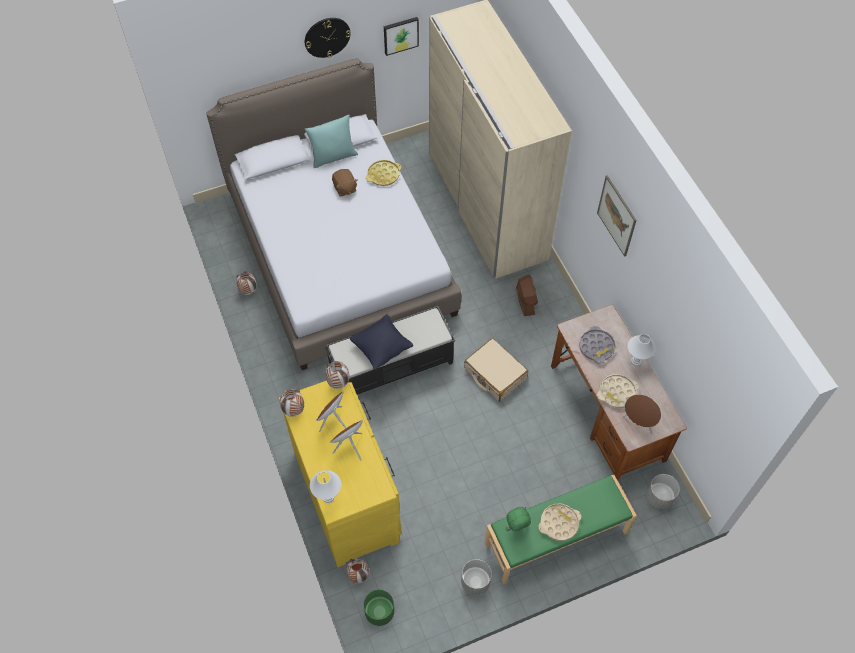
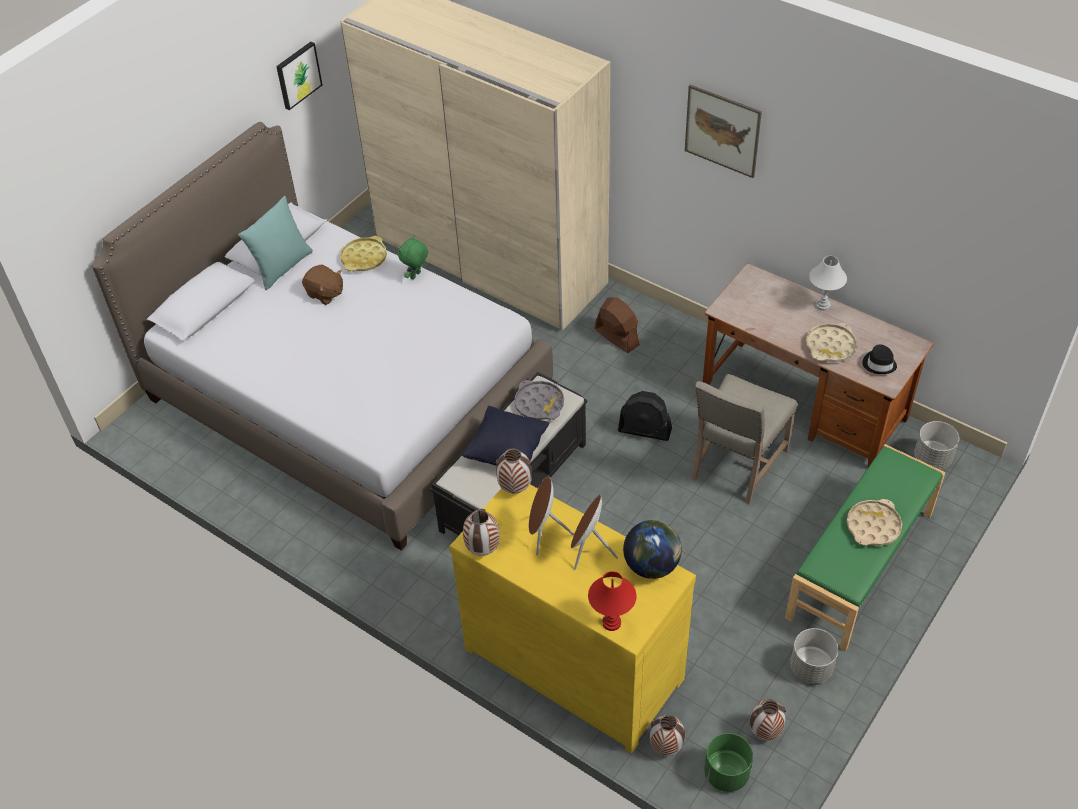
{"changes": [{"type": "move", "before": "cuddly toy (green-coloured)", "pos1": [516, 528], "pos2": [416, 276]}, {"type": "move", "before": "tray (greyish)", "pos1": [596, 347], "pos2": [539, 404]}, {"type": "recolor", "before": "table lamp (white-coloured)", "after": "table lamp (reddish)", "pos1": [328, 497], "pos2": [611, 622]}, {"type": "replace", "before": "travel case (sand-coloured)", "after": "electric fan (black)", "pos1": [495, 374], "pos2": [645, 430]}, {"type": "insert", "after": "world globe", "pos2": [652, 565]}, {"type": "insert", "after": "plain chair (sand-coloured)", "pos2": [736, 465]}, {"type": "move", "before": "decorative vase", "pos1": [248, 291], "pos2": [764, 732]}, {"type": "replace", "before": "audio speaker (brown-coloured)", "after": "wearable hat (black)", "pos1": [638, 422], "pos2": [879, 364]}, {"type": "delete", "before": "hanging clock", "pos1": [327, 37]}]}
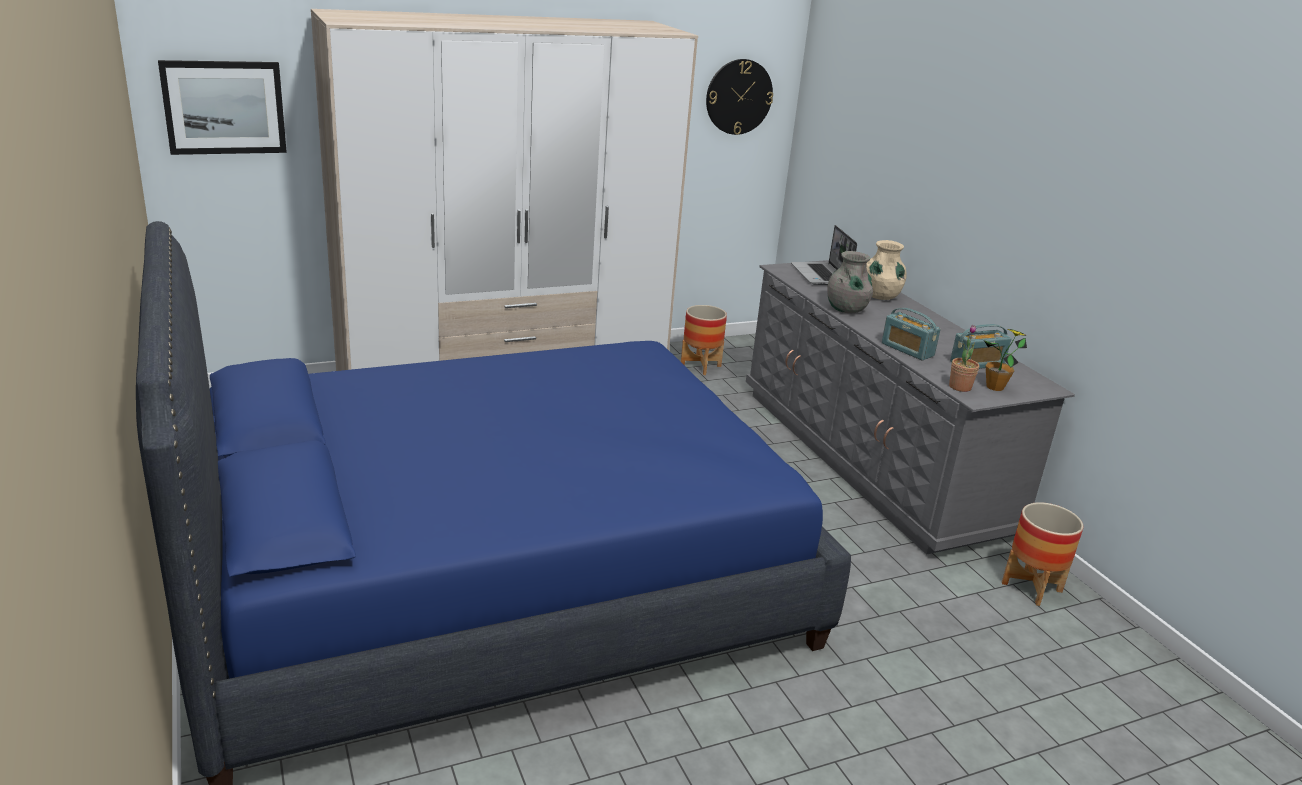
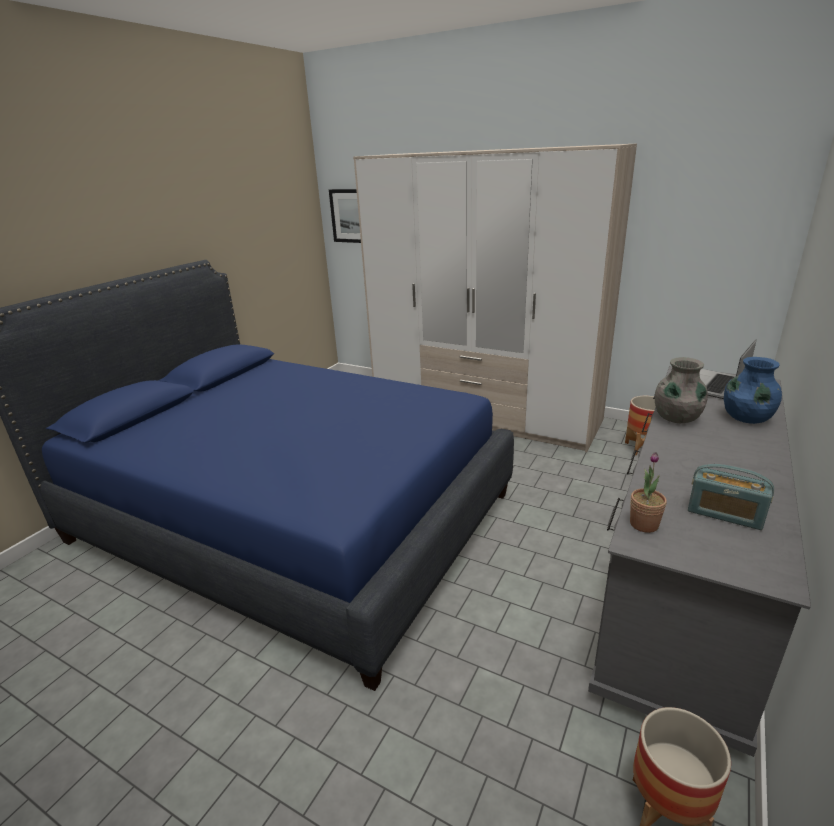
{"changes": [{"type": "recolor", "before": "decorative vase (sand-coloured)", "after": "decorative vase (bluish)", "pos1": [880, 296], "pos2": [746, 418]}, {"type": "delete", "before": "hanging clock", "pos1": [739, 97]}, {"type": "delete", "before": "radio receiver", "pos1": [907, 350]}, {"type": "delete", "before": "potted plant", "pos1": [995, 387]}]}
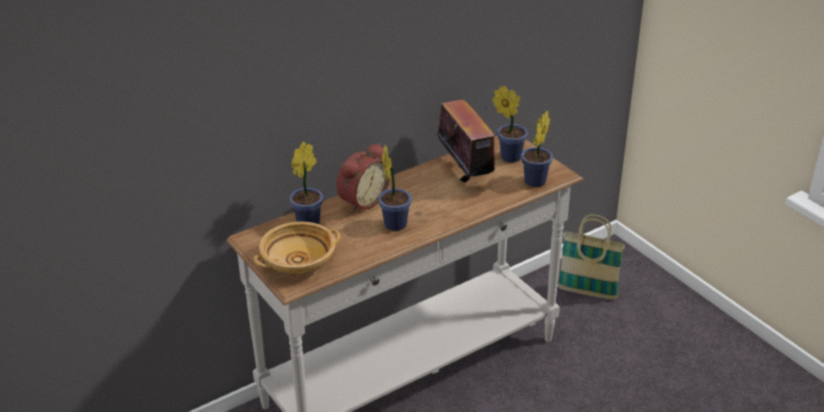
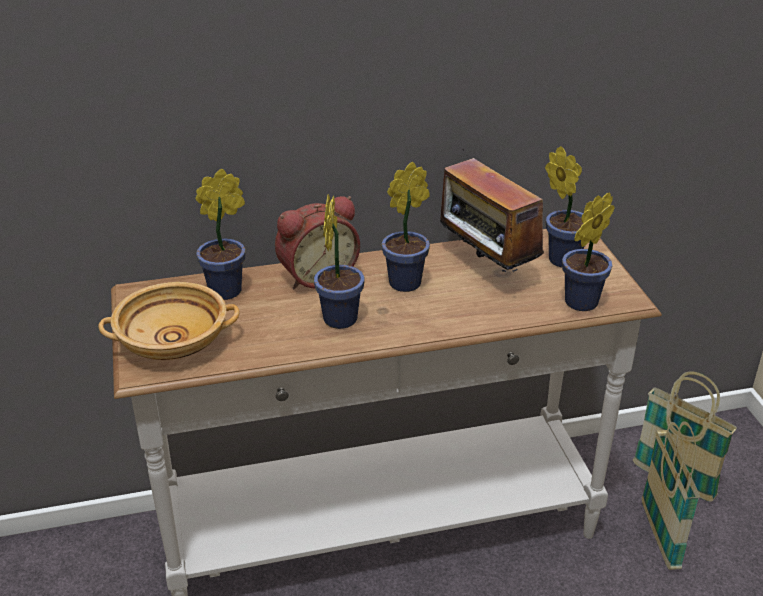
{"changes": [{"type": "insert", "after": "potted plant", "pos2": [408, 281]}, {"type": "rotate", "before": "radio receiver", "pos1": [466, 173], "pos2": [485, 268], "turn": 150}, {"type": "insert", "after": "storage basket", "pos2": [659, 535]}]}
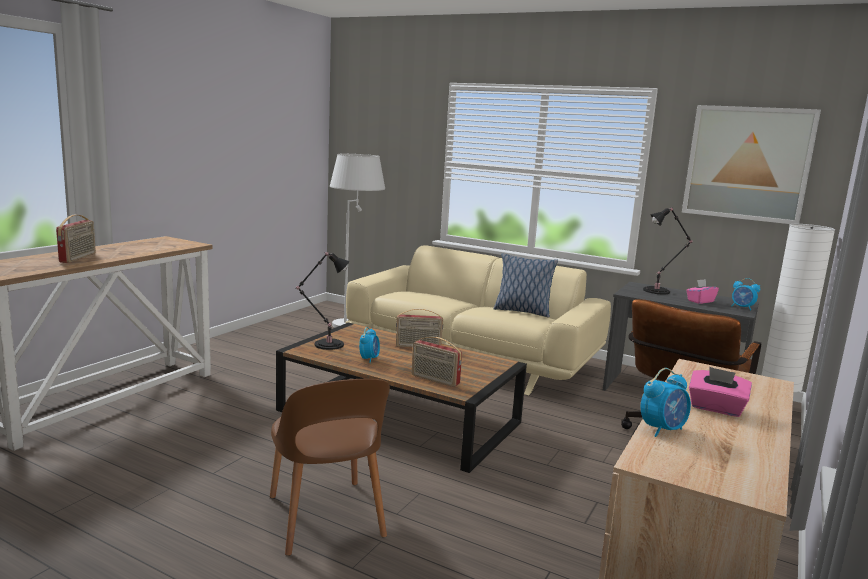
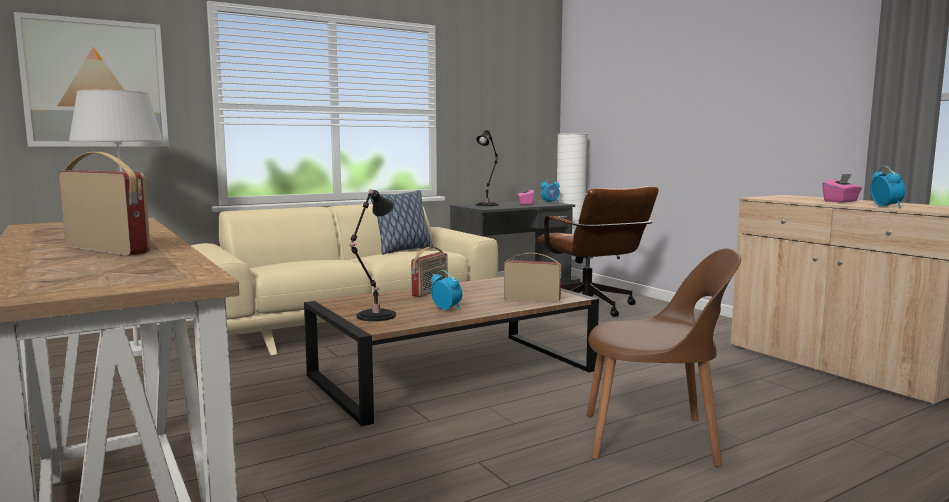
{"changes": [{"type": "move", "before": "wall art", "pos1": [747, 163], "pos2": [95, 84]}, {"type": "rotate", "before": "radio receiver", "pos1": [434, 380], "pos2": [532, 299], "turn": -135}]}
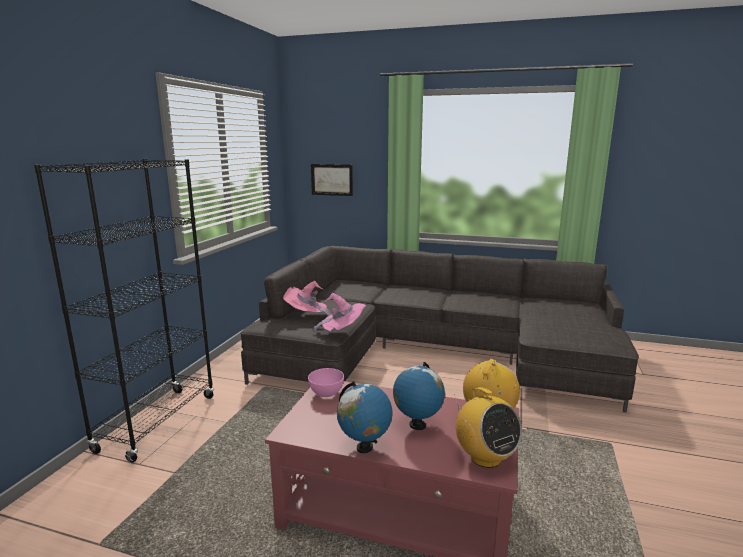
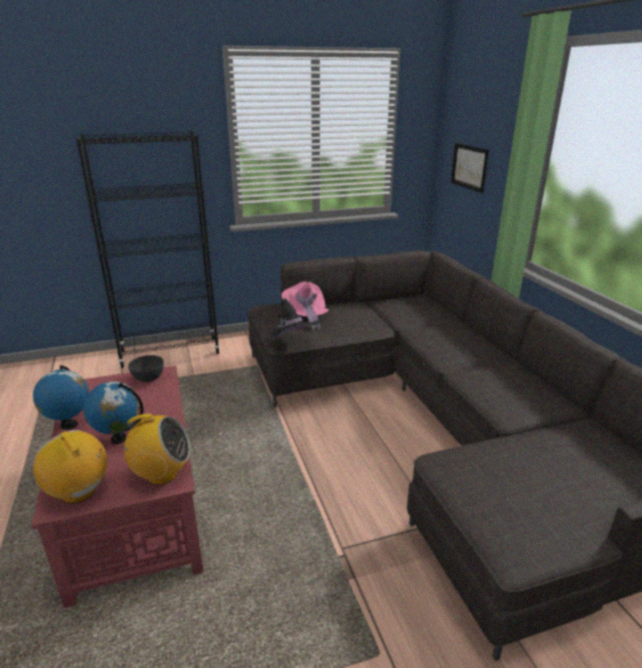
{"changes": [{"type": "rotate", "before": "radio receiver", "pos1": [485, 457], "pos2": [79, 492], "turn": 105}, {"type": "recolor", "before": "bowl (pink)", "after": "bowl (greyish)", "pos1": [326, 393], "pos2": [148, 379]}, {"type": "recolor", "before": "wearable hat (pink)", "after": "wearable hat (black)", "pos1": [343, 332], "pos2": [292, 344]}]}
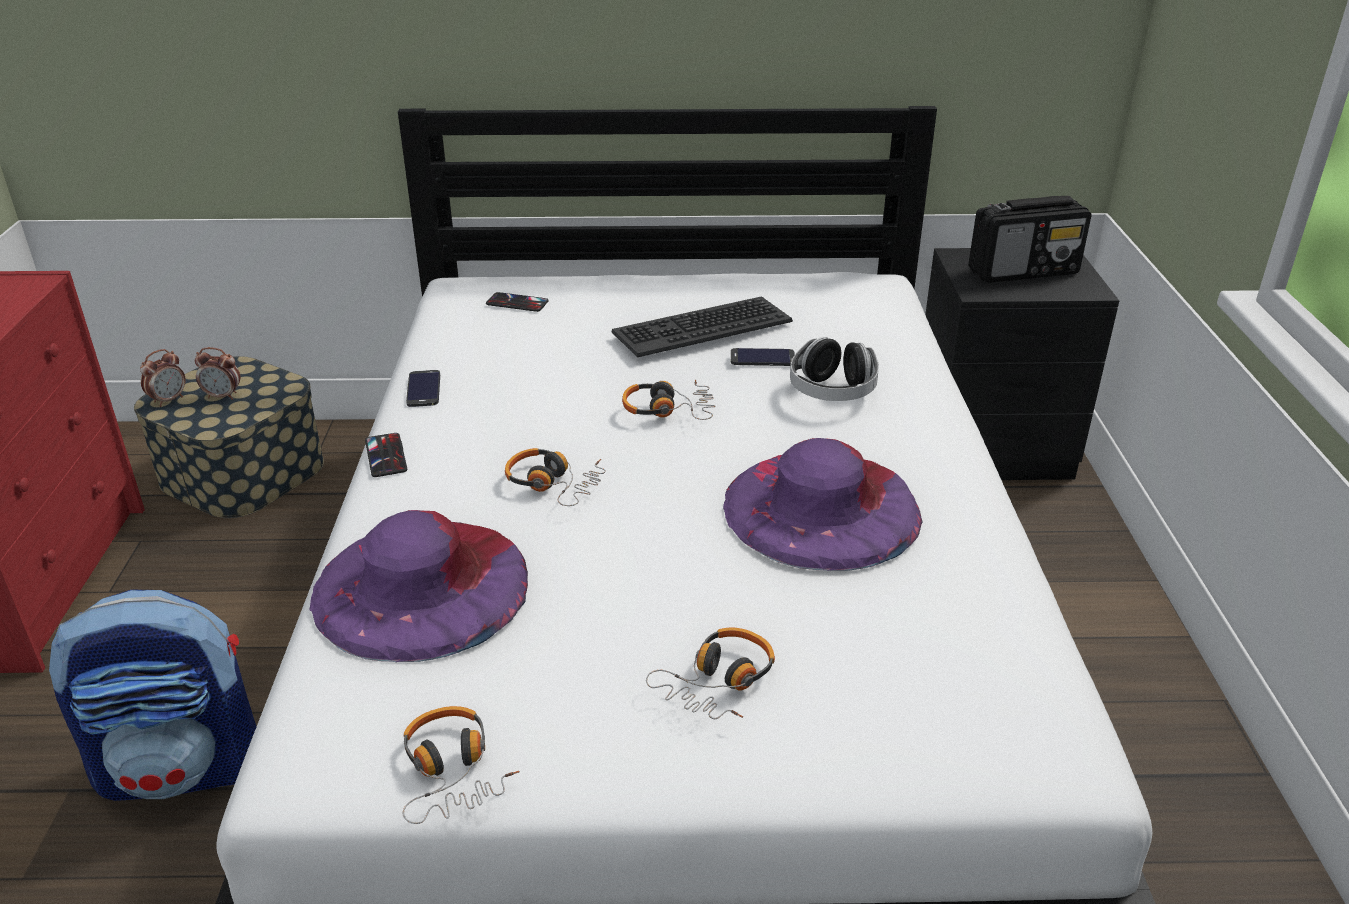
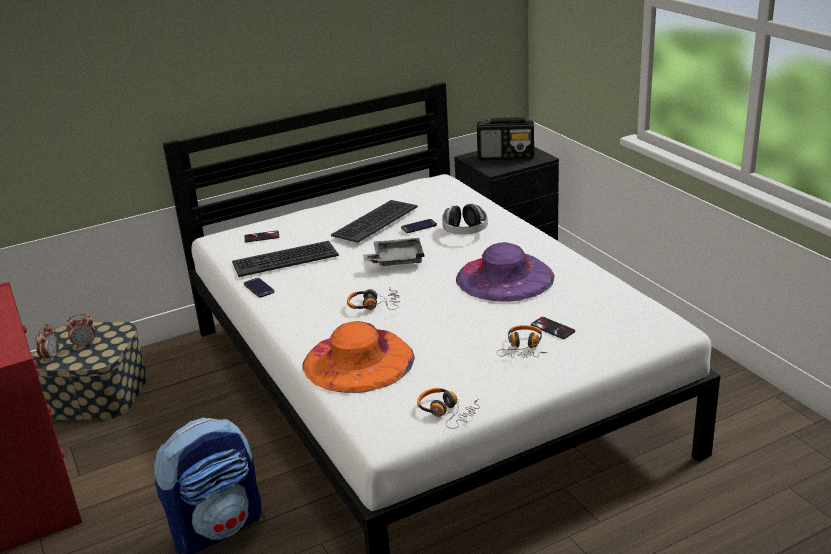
{"changes": [{"type": "insert", "after": "keyboard", "pos2": [285, 259]}, {"type": "recolor", "before": "wearable hat (purple)", "after": "wearable hat (orange-coloured)", "pos1": [421, 586], "pos2": [358, 360]}, {"type": "replace", "before": "pair of headphones", "after": "tray (greyish)", "pos1": [668, 409], "pos2": [396, 260]}, {"type": "rotate", "before": "radio receiver", "pos1": [1024, 271], "pos2": [506, 156], "turn": 45}, {"type": "move", "before": "handset", "pos1": [386, 455], "pos2": [552, 328]}]}
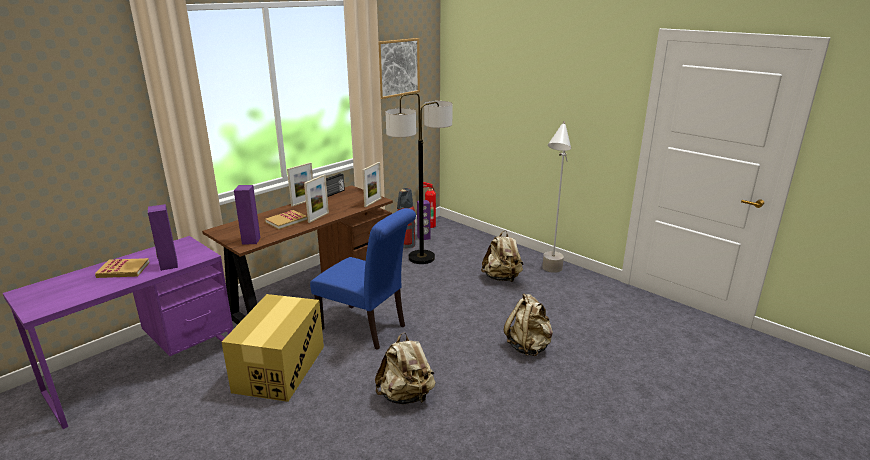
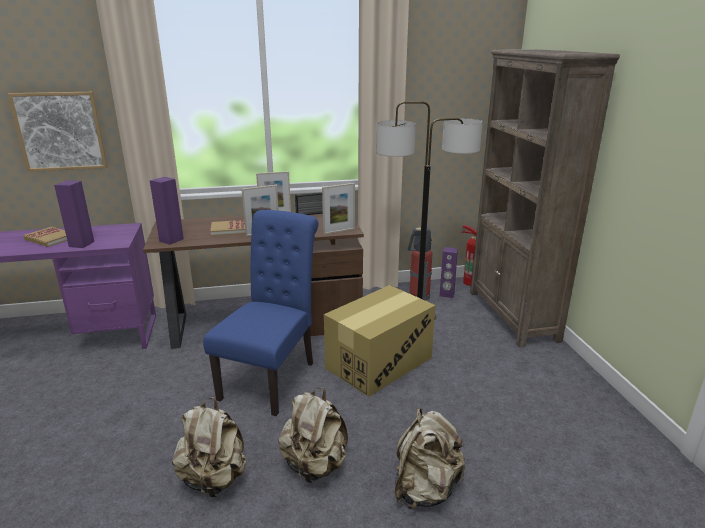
{"changes": [{"type": "move", "before": "wall art", "pos1": [397, 68], "pos2": [60, 131]}, {"type": "rotate", "before": "plain chair (bluish)", "pos1": [367, 328], "pos2": [272, 377], "turn": -135}, {"type": "move", "before": "backpack (sand-coloured)", "pos1": [502, 278], "pos2": [315, 465]}, {"type": "move", "before": "packing box", "pos1": [280, 368], "pos2": [379, 362]}, {"type": "insert", "after": "bookcase (brown-coloured)", "pos2": [512, 315]}, {"type": "delete", "before": "standard lamp (greyish)", "pos1": [550, 275]}]}
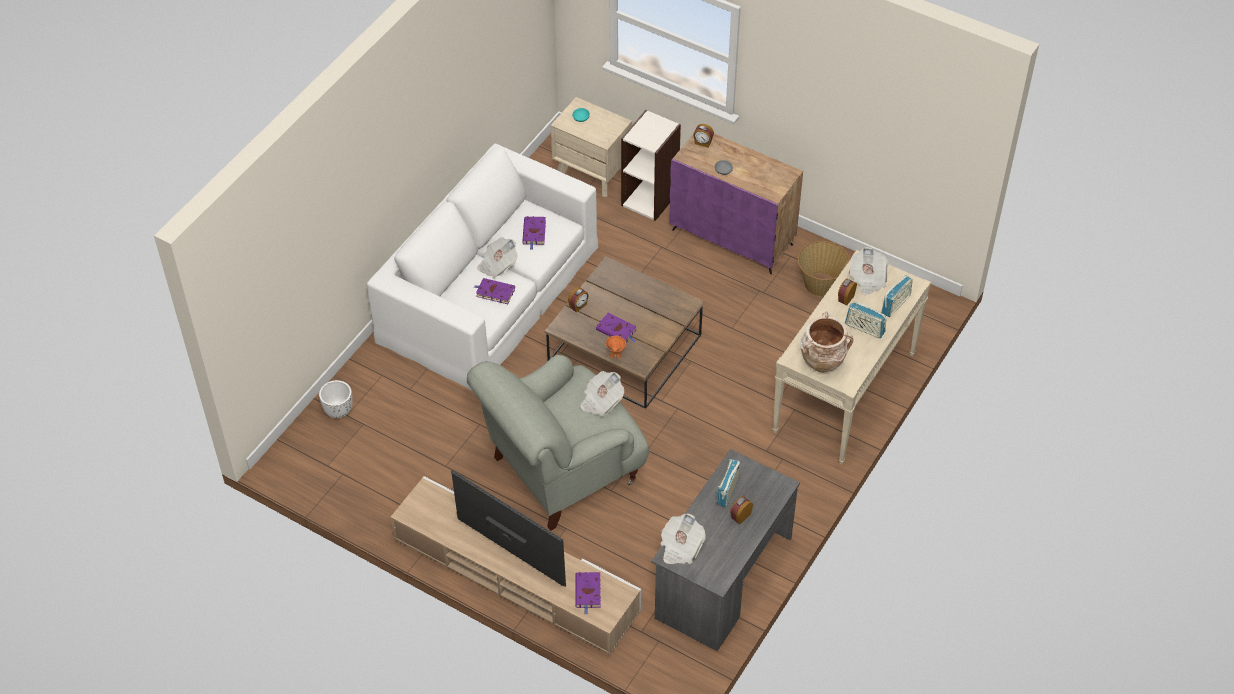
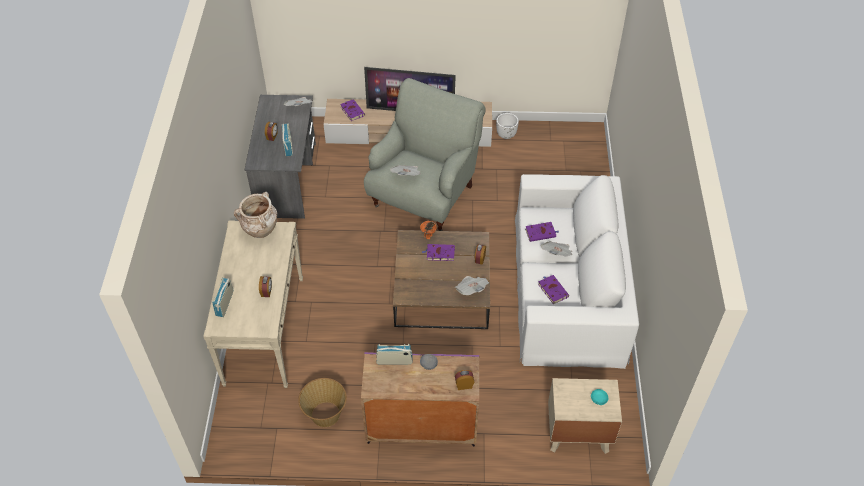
{"changes": [{"type": "move", "before": "radio receiver", "pos1": [864, 328], "pos2": [394, 360]}, {"type": "move", "before": "newspaper", "pos1": [867, 279], "pos2": [471, 290]}, {"type": "move", "before": "planter (white-coloured)", "pos1": [338, 411], "pos2": [506, 135]}, {"type": "delete", "before": "bookcase", "pos1": [650, 198]}]}
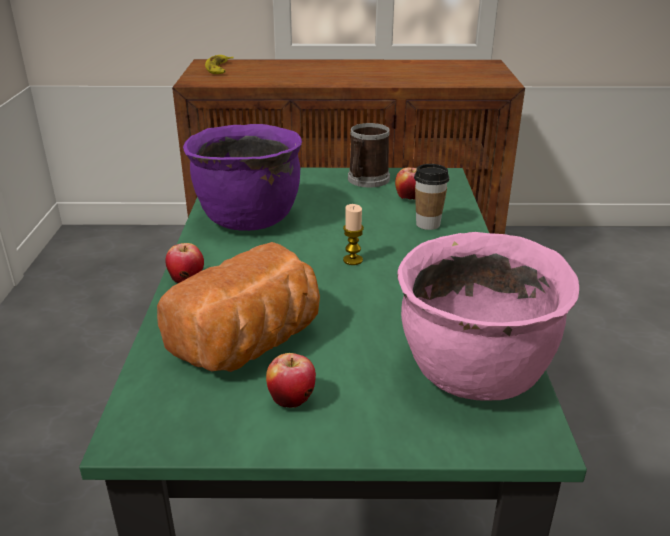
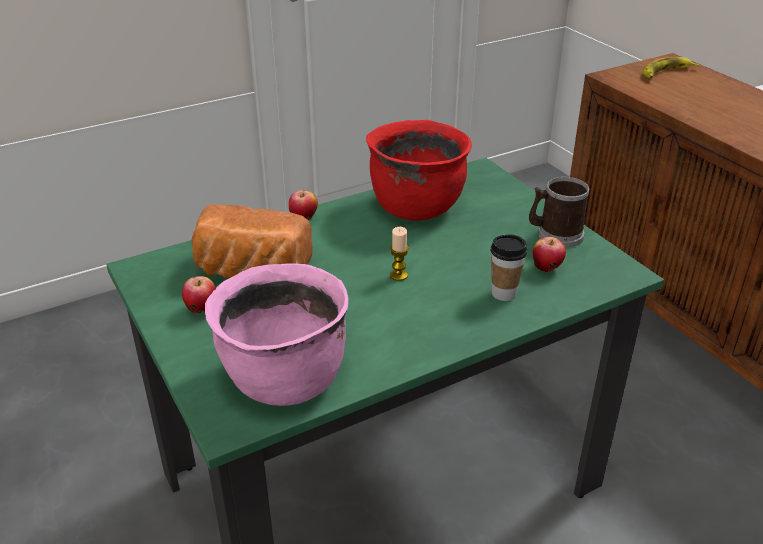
{"changes": [{"type": "recolor", "before": "cooking pot (purple)", "after": "cooking pot (reddish)", "pos1": [248, 218], "pos2": [416, 207]}]}
